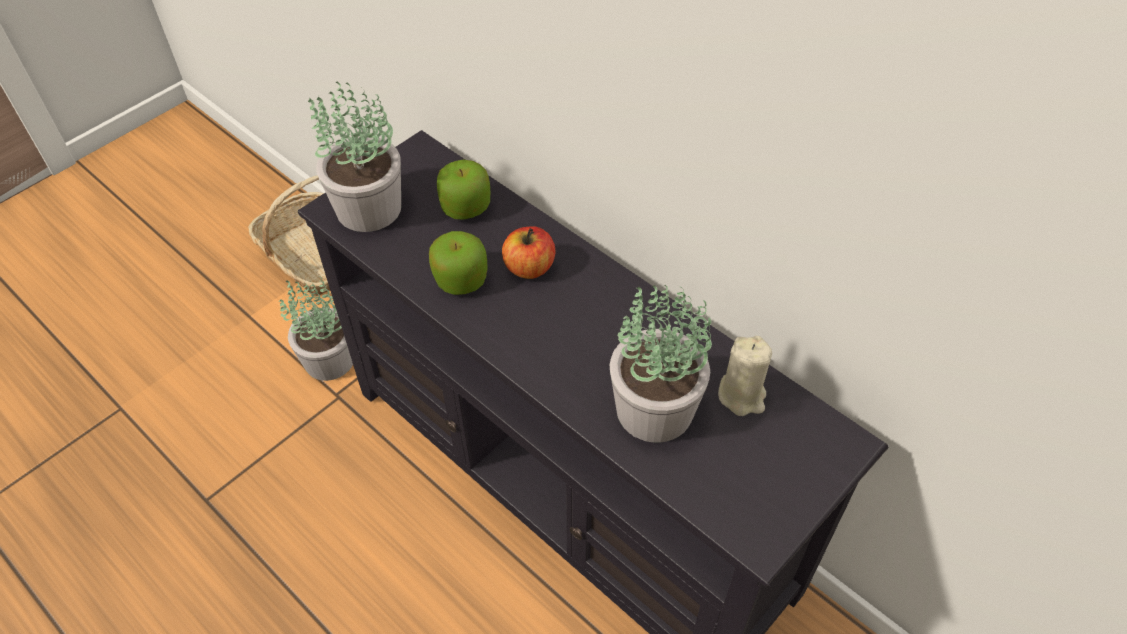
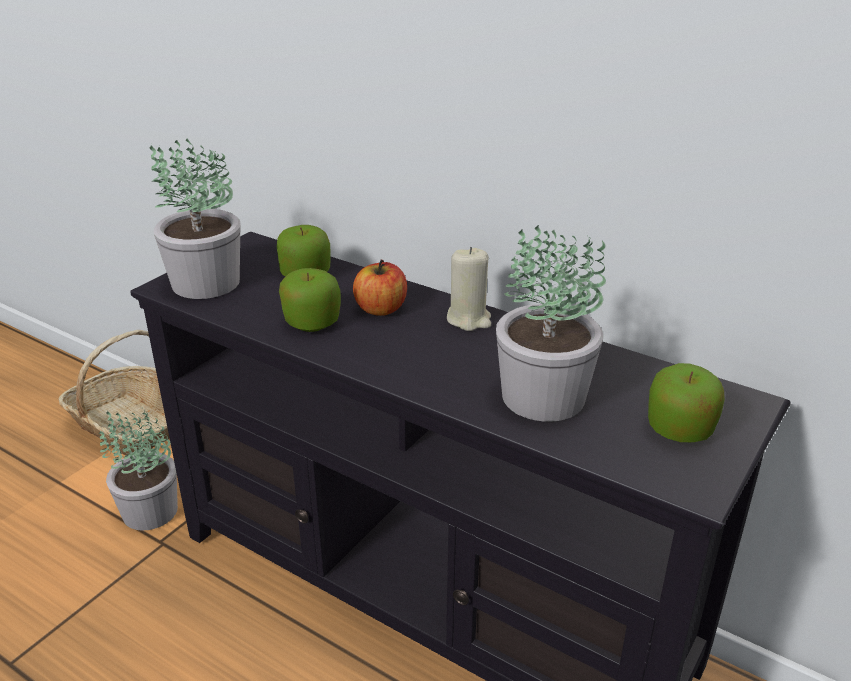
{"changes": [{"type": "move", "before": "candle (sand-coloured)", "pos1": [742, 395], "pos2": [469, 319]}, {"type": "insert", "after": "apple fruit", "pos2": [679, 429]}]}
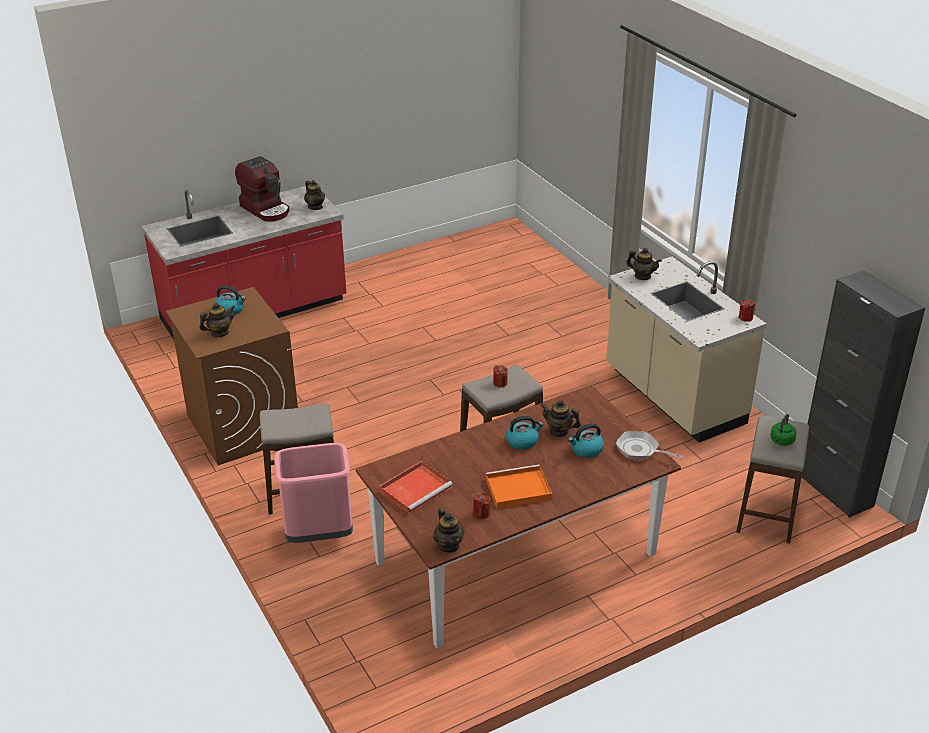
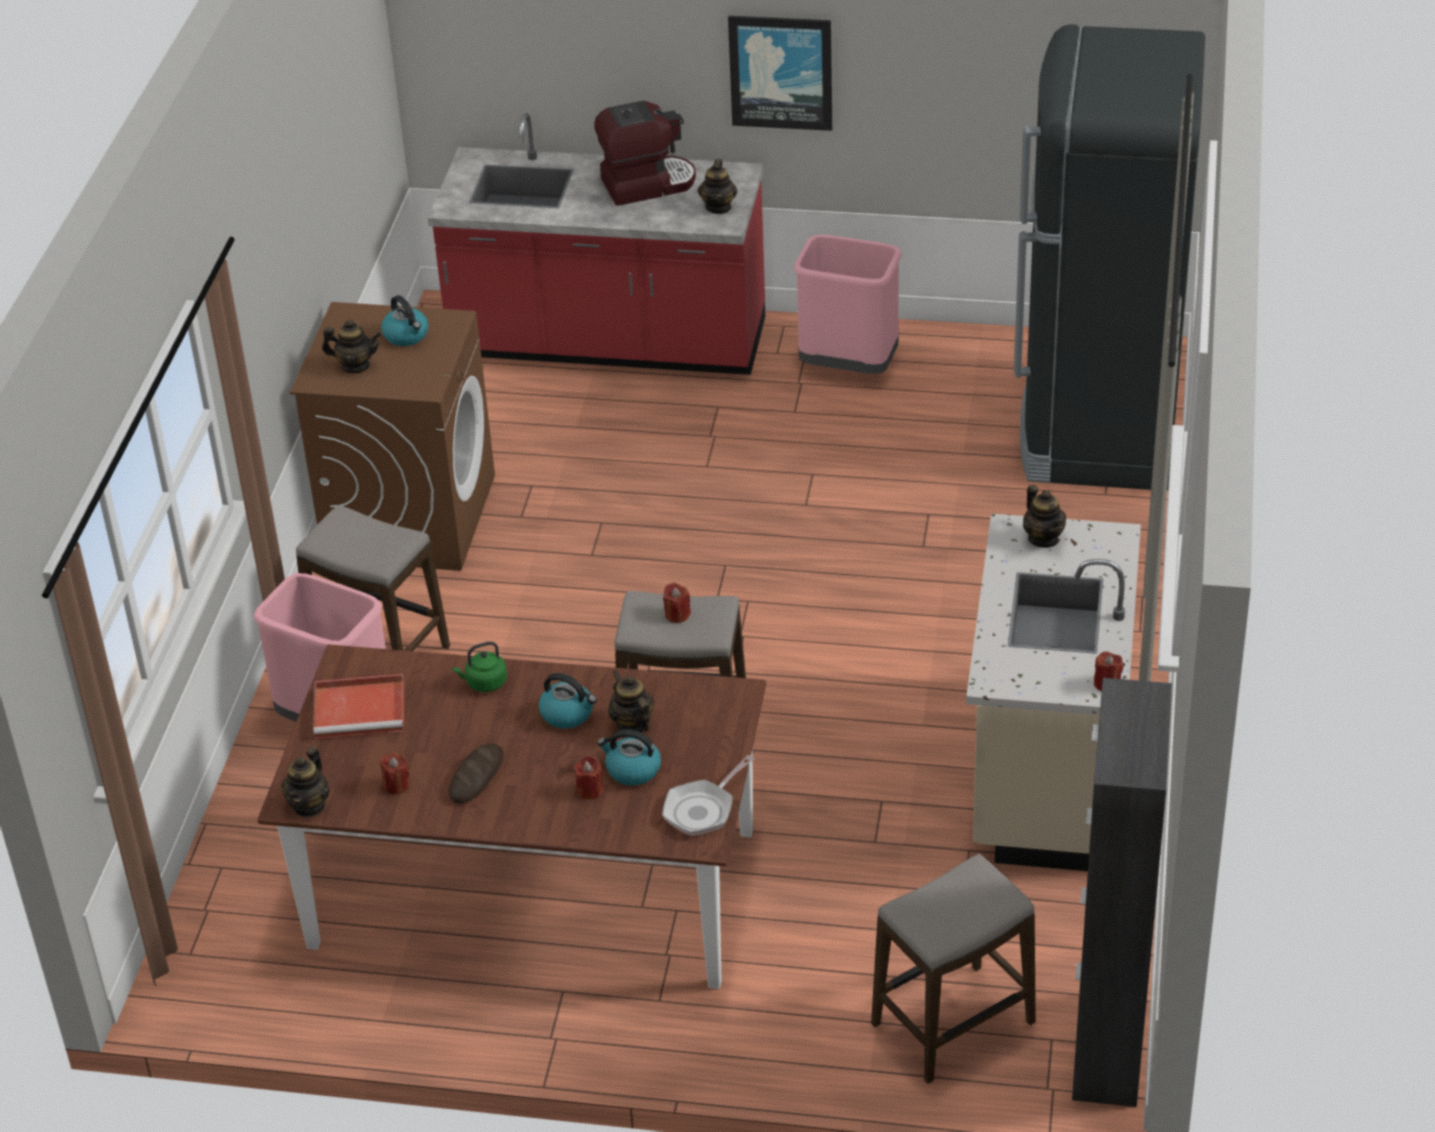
{"changes": [{"type": "replace", "before": "tray (orange-coloured)", "after": "bakery bread", "pos1": [517, 489], "pos2": [477, 777]}, {"type": "move", "before": "kettle (green-coloured)", "pos1": [781, 441], "pos2": [484, 683]}, {"type": "insert", "after": "candle (reddish)", "pos2": [590, 790]}, {"type": "rotate", "before": "coffee maker", "pos1": [266, 209], "pos2": [647, 184], "turn": -105}, {"type": "rotate", "before": "pan", "pos1": [640, 450], "pos2": [703, 809], "turn": -120}, {"type": "insert", "after": "wall art", "pos2": [781, 71]}, {"type": "insert", "after": "rubbish bin (pink)", "pos2": [849, 367]}, {"type": "insert", "after": "fridge (black)", "pos2": [1098, 430]}]}
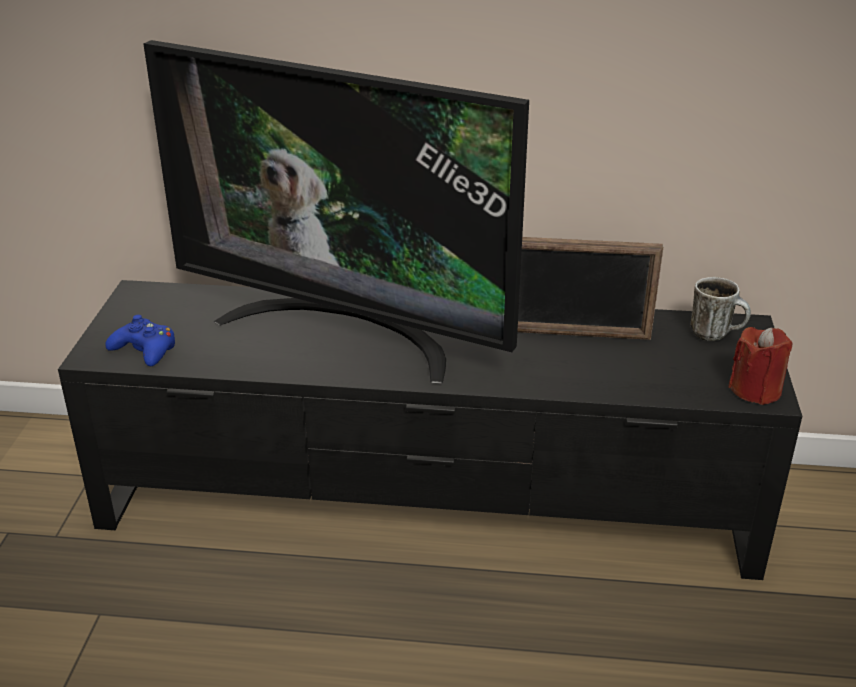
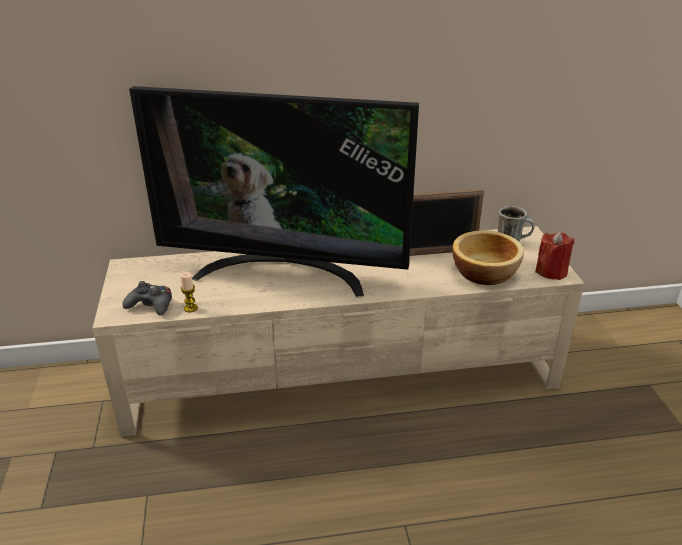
{"changes": [{"type": "recolor", "before": "tv stand (black)", "after": "tv stand (sand-coloured)", "pos1": [431, 498], "pos2": [343, 374]}, {"type": "recolor", "before": "joypad (bluish)", "after": "joypad (black)", "pos1": [145, 350], "pos2": [151, 305]}, {"type": "insert", "after": "candle", "pos2": [190, 308]}, {"type": "insert", "after": "bowl", "pos2": [485, 272]}]}
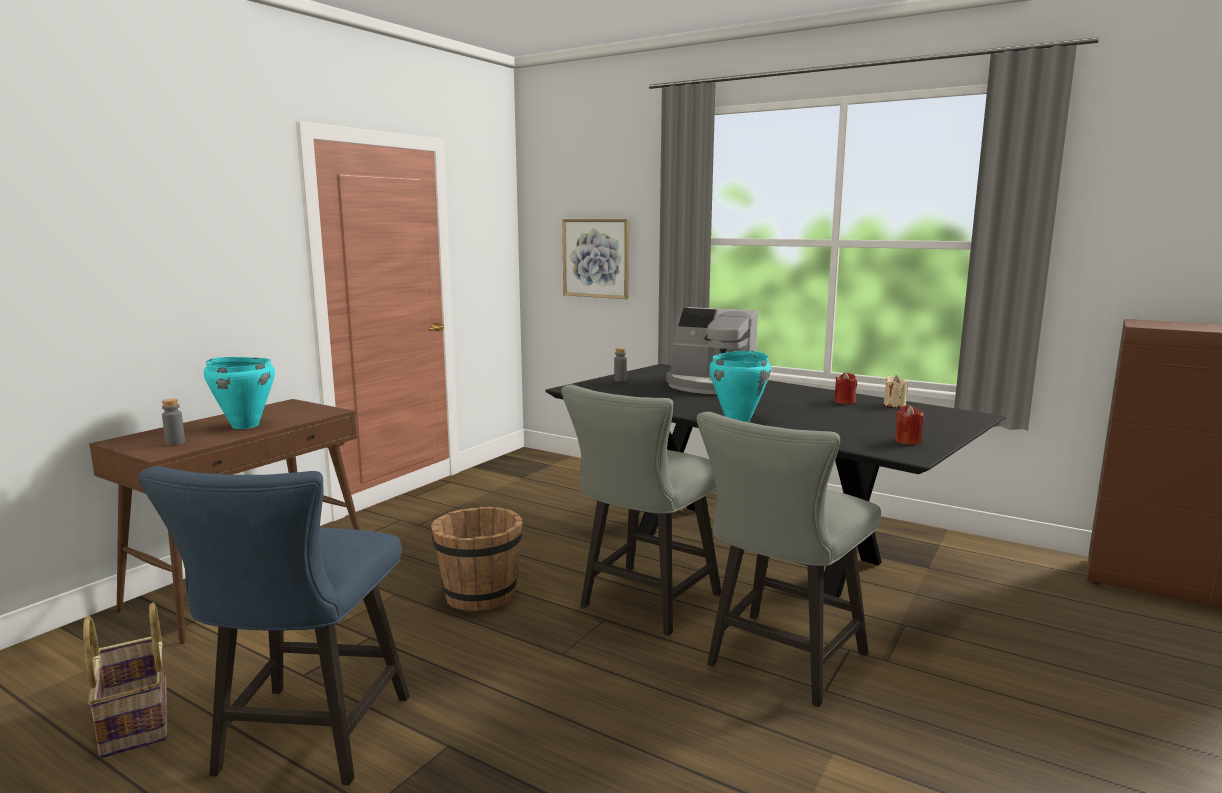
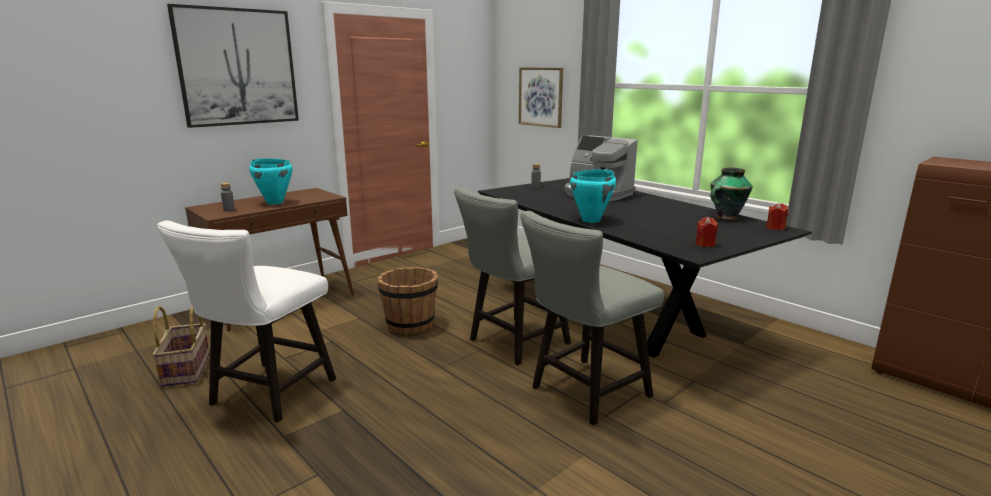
{"changes": [{"type": "recolor", "before": "plain chair (bluish)", "after": "plain chair (white-coloured)", "pos1": [306, 743], "pos2": [267, 395]}, {"type": "insert", "after": "wall art", "pos2": [237, 67]}, {"type": "replace", "before": "candle (sand-coloured)", "after": "decorative vase", "pos1": [894, 405], "pos2": [726, 217]}, {"type": "move", "before": "candle (reddish)", "pos1": [844, 402], "pos2": [775, 228]}]}
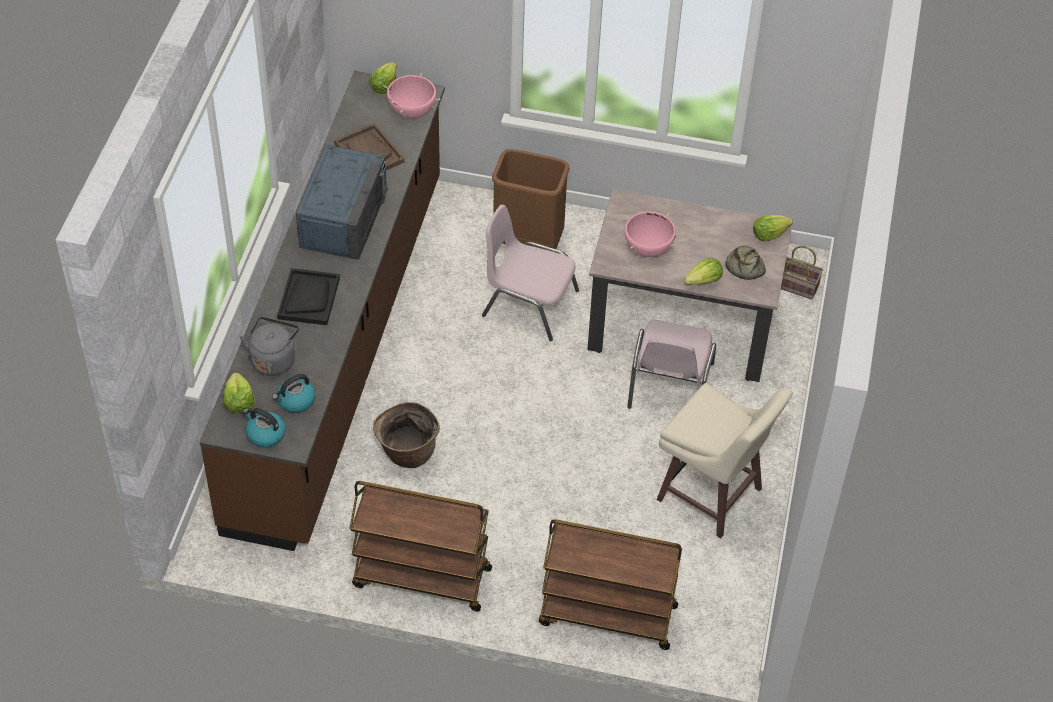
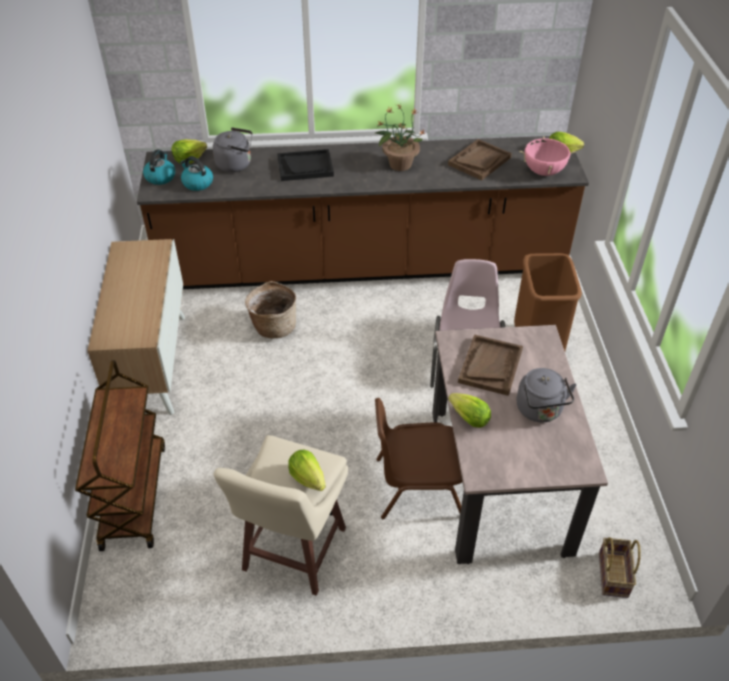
{"changes": [{"type": "replace", "before": "wheeled cart (brown-coloured)", "after": "cabinet", "pos1": [421, 578], "pos2": [152, 363]}, {"type": "move", "before": "lettuce", "pos1": [769, 234], "pos2": [307, 478]}, {"type": "replace", "before": "kitchen microwave (bluish)", "after": "potted plant", "pos1": [343, 218], "pos2": [399, 164]}, {"type": "recolor", "before": "plain chair (pink)", "after": "plain chair (brown-coloured)", "pos1": [668, 386], "pos2": [417, 486]}, {"type": "replace", "before": "cooking pot (pink)", "after": "tray (brown-coloured)", "pos1": [648, 249], "pos2": [490, 366]}, {"type": "insert", "after": "kettle (greyish)", "pos2": [540, 411]}, {"type": "delete", "before": "bakery bread", "pos1": [744, 267]}]}
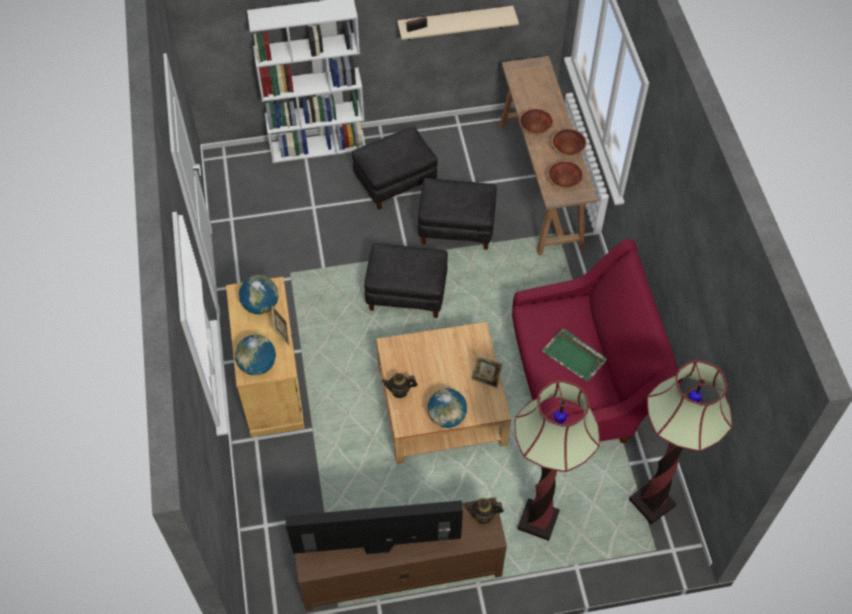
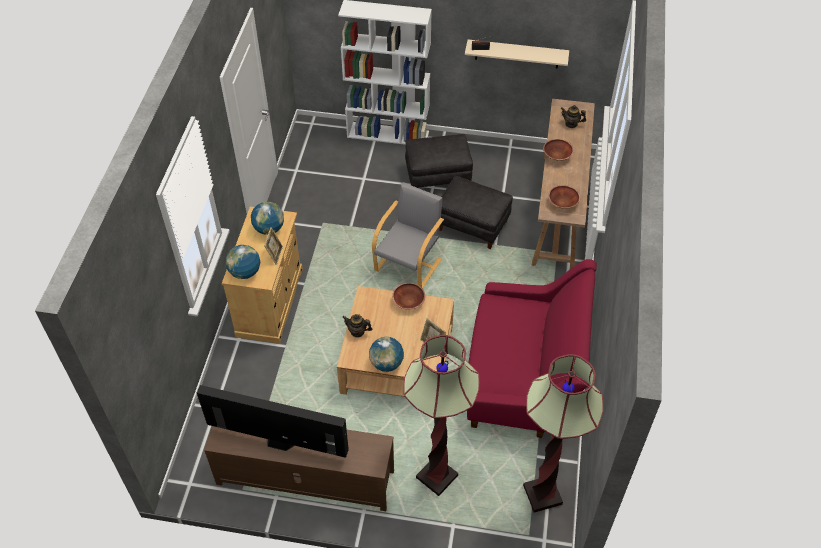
{"changes": [{"type": "replace", "before": "ottoman (black)", "after": "easy chair (greyish)", "pos1": [407, 293], "pos2": [409, 264]}, {"type": "move", "before": "bowl (brown-coloured)", "pos1": [567, 149], "pos2": [408, 301]}, {"type": "move", "before": "pot for tea", "pos1": [483, 516], "pos2": [571, 124]}, {"type": "delete", "before": "tray (green-coloured)", "pos1": [574, 356]}]}
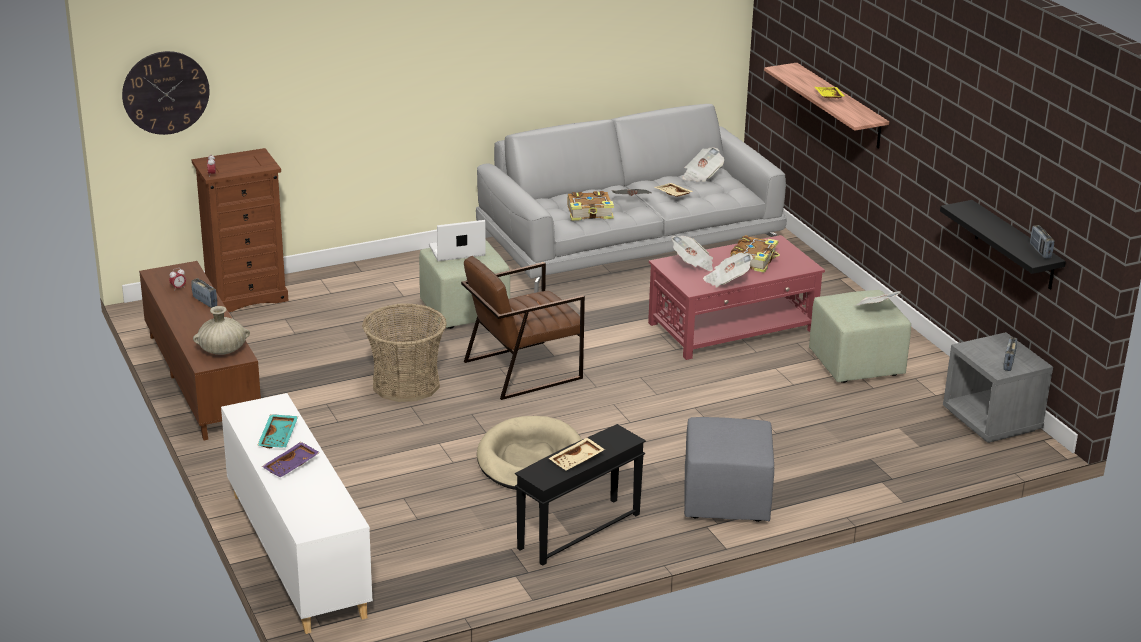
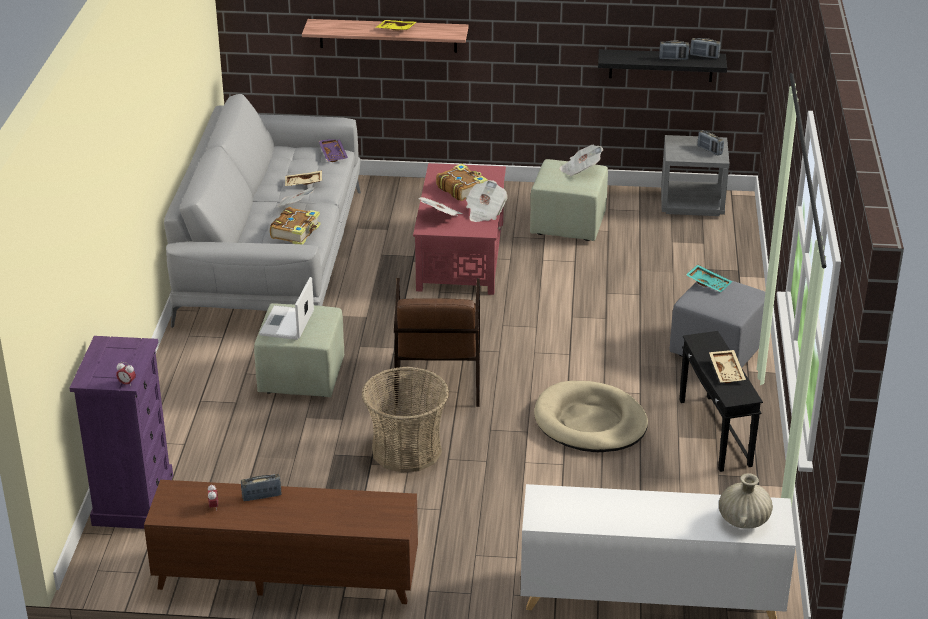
{"changes": [{"type": "recolor", "before": "drawer chest (brown-coloured)", "after": "drawer chest (purple)", "pos1": [246, 295], "pos2": [133, 499]}, {"type": "move", "before": "tray (purple)", "pos1": [292, 466], "pos2": [334, 154]}, {"type": "insert", "after": "radio receiver", "pos2": [673, 58]}, {"type": "move", "before": "tray (turquoise)", "pos1": [279, 437], "pos2": [709, 283]}, {"type": "move", "before": "decorative vase (sand-coloured)", "pos1": [222, 351], "pos2": [744, 520]}, {"type": "delete", "before": "hanging clock", "pos1": [165, 92]}, {"type": "delete", "before": "newspaper", "pos1": [701, 175]}]}
